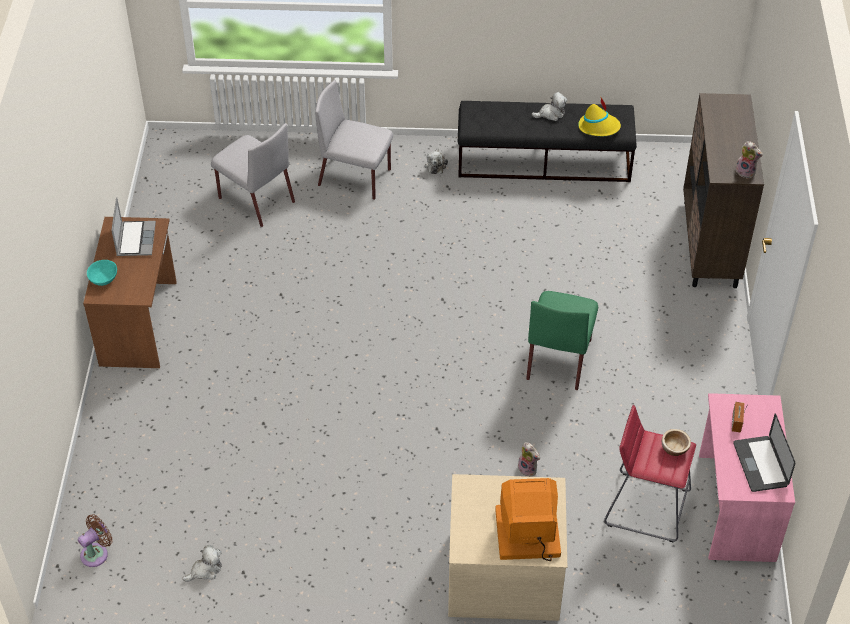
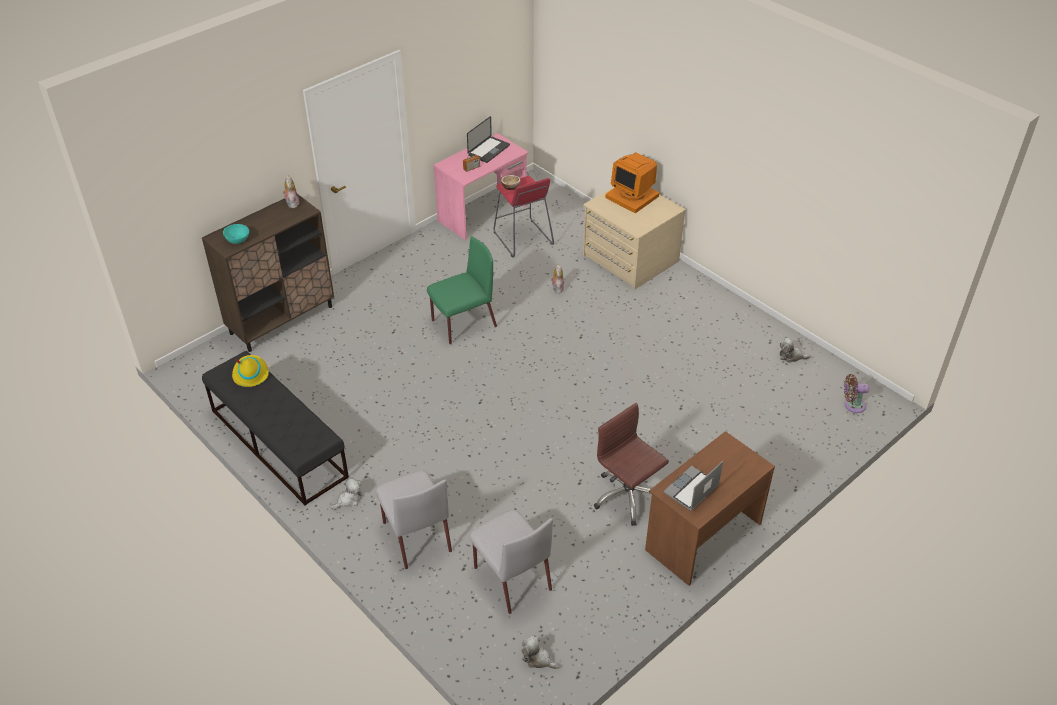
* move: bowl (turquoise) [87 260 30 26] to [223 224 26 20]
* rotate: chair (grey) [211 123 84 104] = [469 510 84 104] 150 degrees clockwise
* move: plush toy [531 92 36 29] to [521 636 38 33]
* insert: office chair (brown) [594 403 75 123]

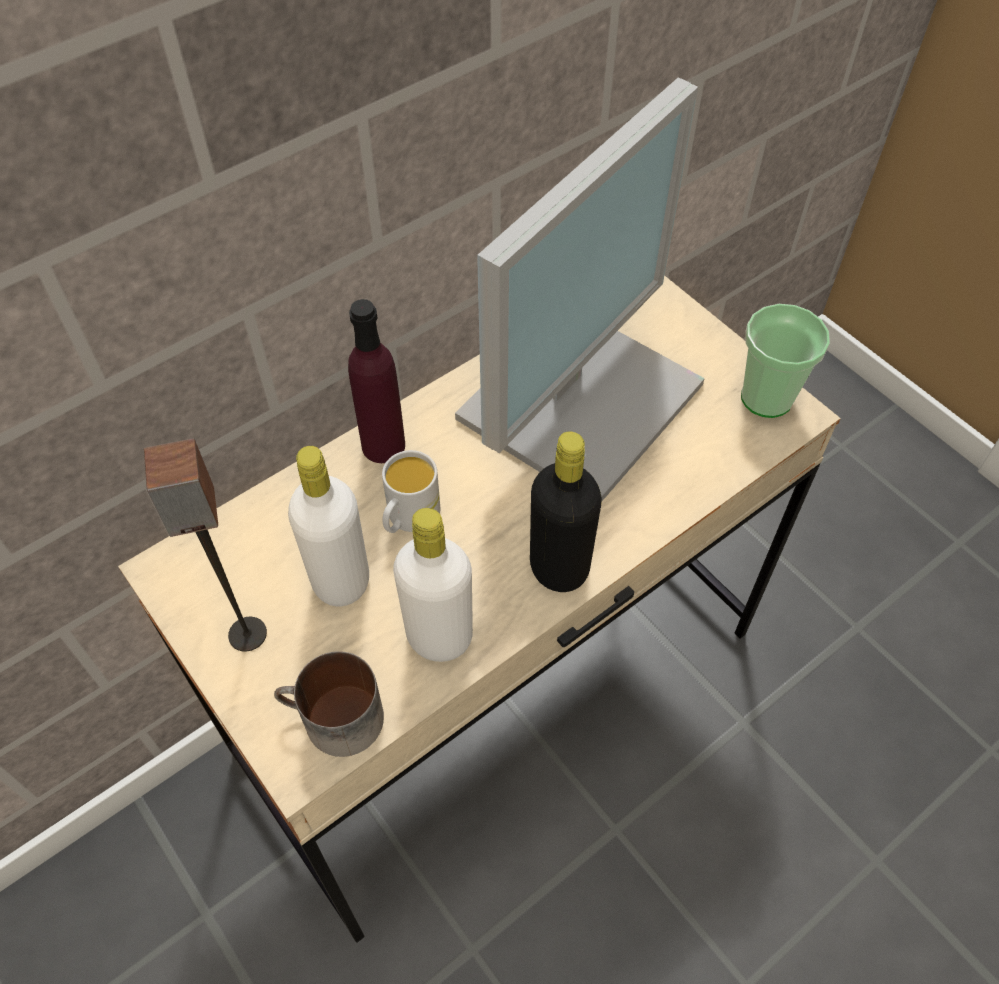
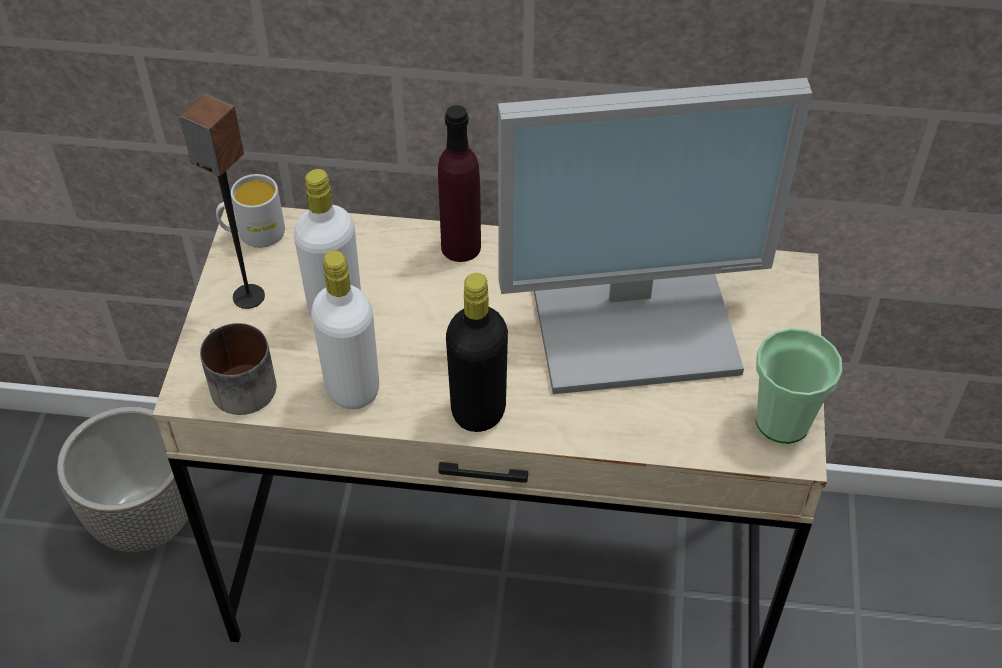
* insert: planter [57 406 137 146]
* move: mug (white) [382 450 58 83] to [216 174 69 74]

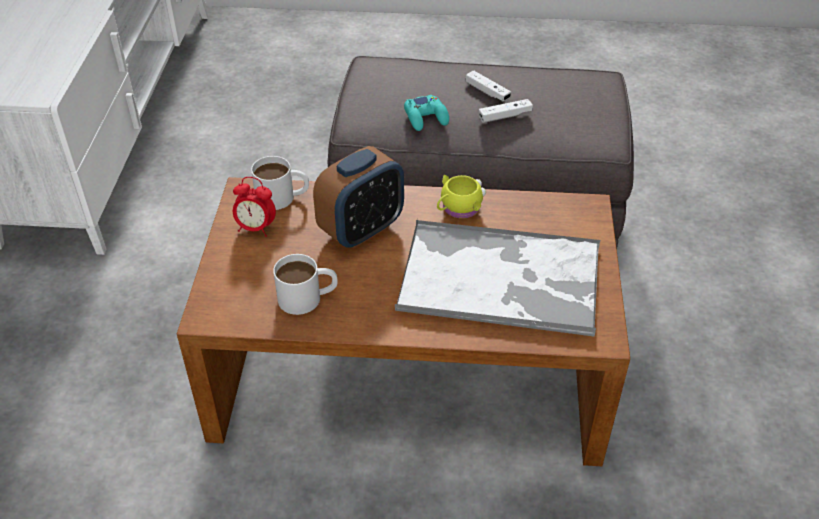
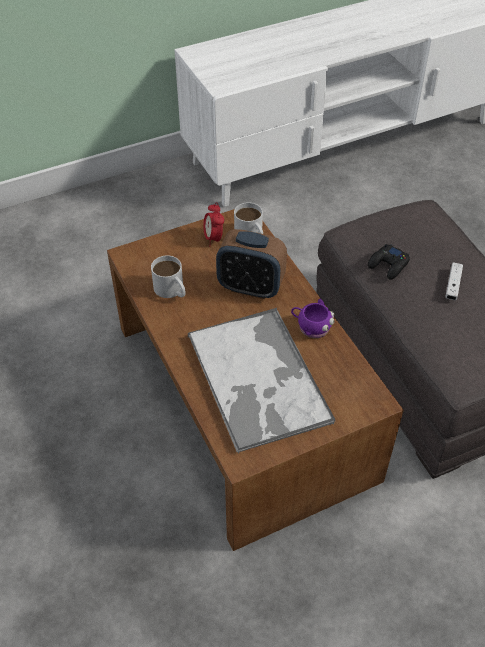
* recolor: mug (yellow) [437 175 49 44] to mug (purple) [291 299 43 39]
* recolor: game controller (turquoise) [404 95 45 36] to game controller (black) [368 244 42 36]
* delete: game controller (white) [479 99 54 24]

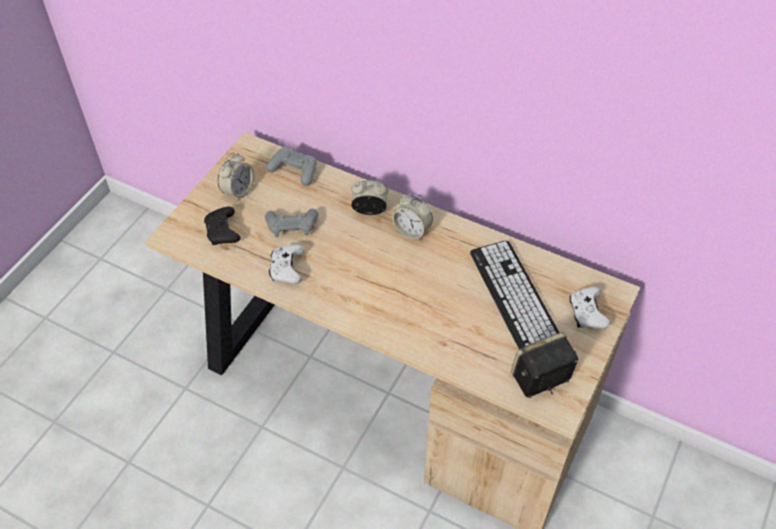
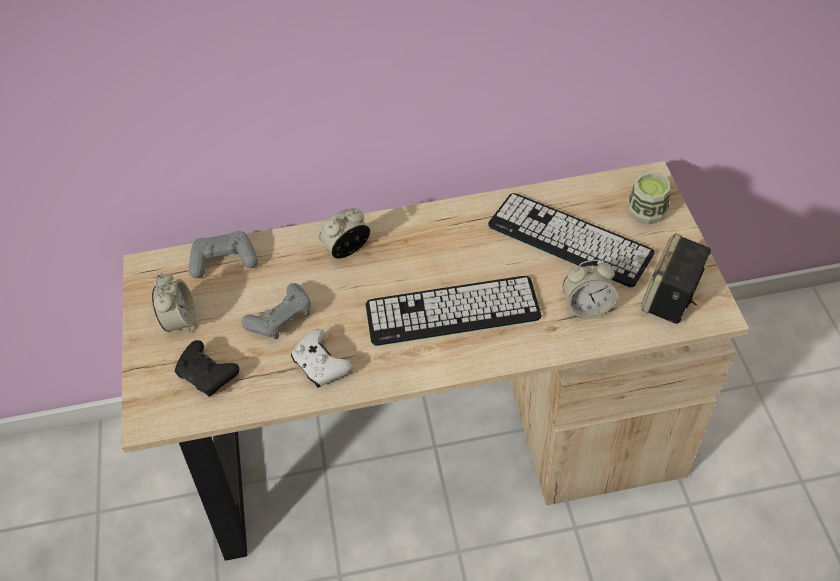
* insert: keyboard [366 276 176 70]
* move: alarm clock [392 194 41 47] to [563 260 54 58]
* replace: game controller (white) [570 287 40 42] to cup [628 172 42 53]

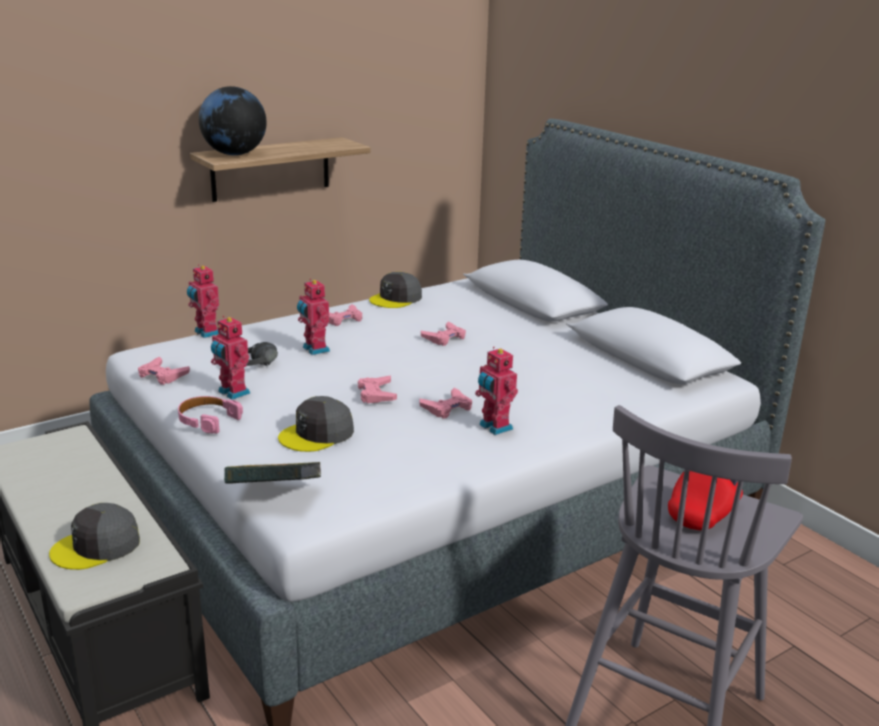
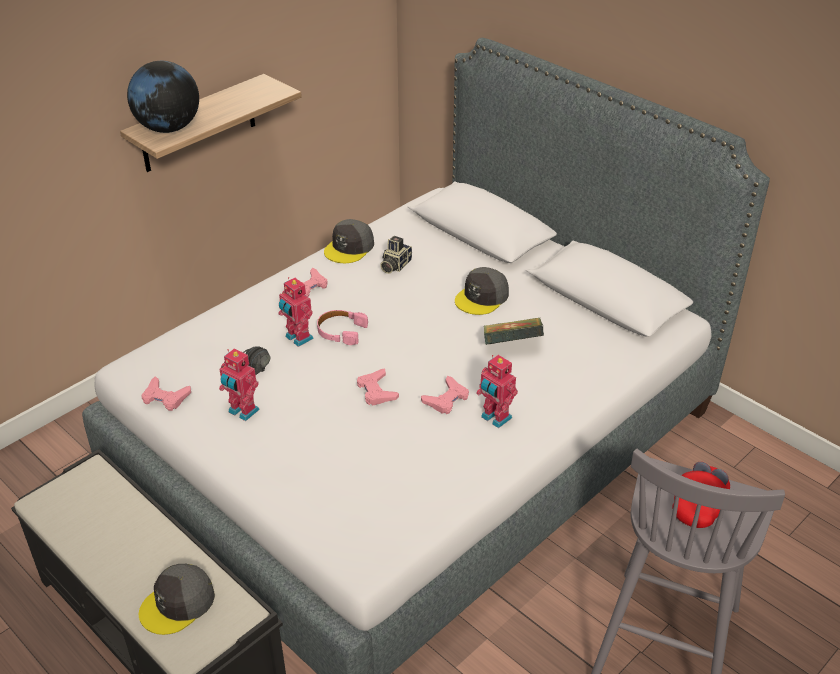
* move: headphones (pink) [178 396 65 38] to [317 310 51 35]
* insert: photo camera [380 236 32 38]
* move: cap (grey) [278 396 76 56] to [455 267 54 48]
* move: book [224 462 97 22] to [484 318 60 27]
* delete: toy robot [187 264 32 74]
* delete: game controller (pink) [421 322 45 24]

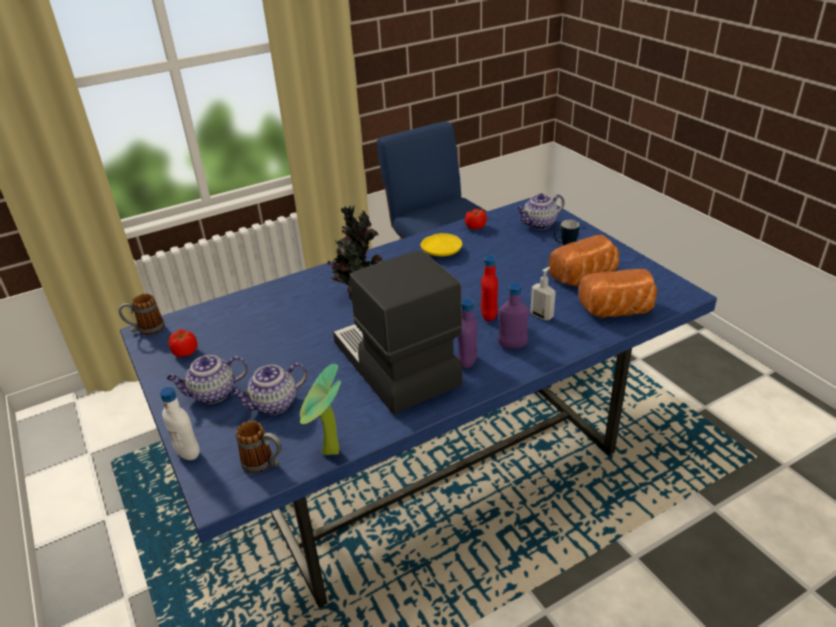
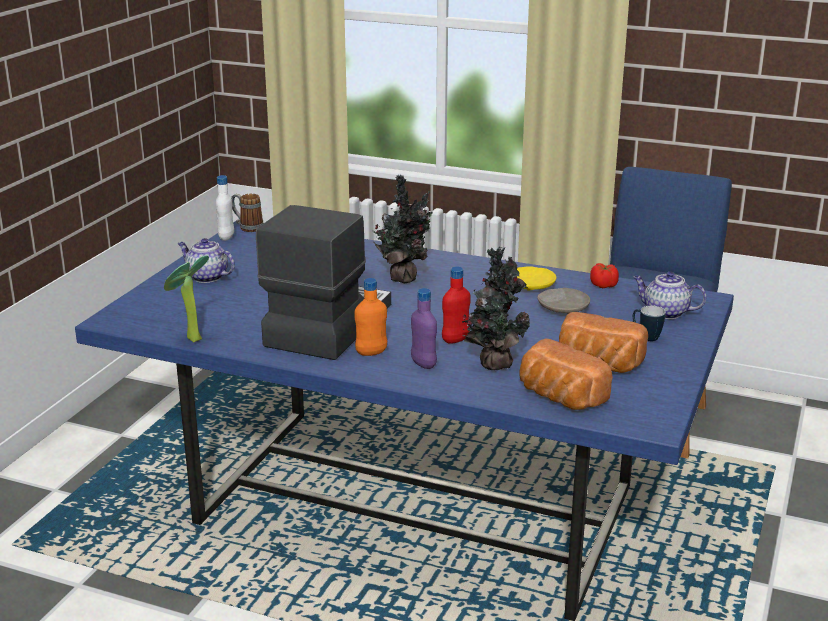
* move: bottle (white) [160 387 40 73] to [216 175 18 66]
* recolor: bottle (purple) [458 299 20 70] to bottle (orange) [354 278 33 78]
* replace: soap dispenser [530 267 26 53] to potted plant [462 247 68 124]
* insert: plate (beige) [537 288 53 26]
* delete: tomato [168 329 29 28]
* delete: teapot [231 363 76 52]
* delete: mug [236 421 45 52]

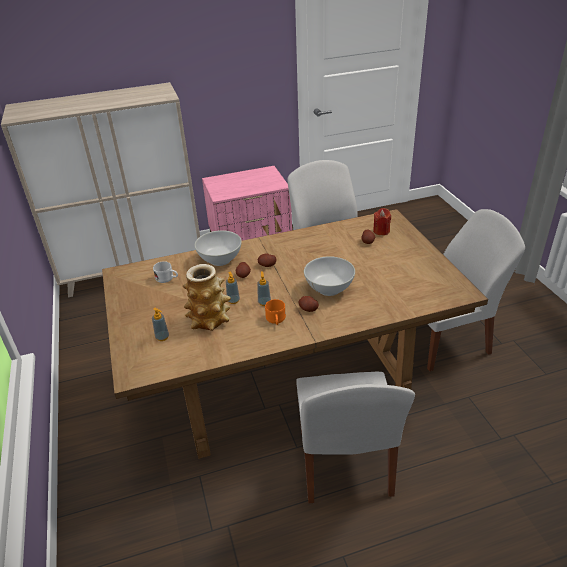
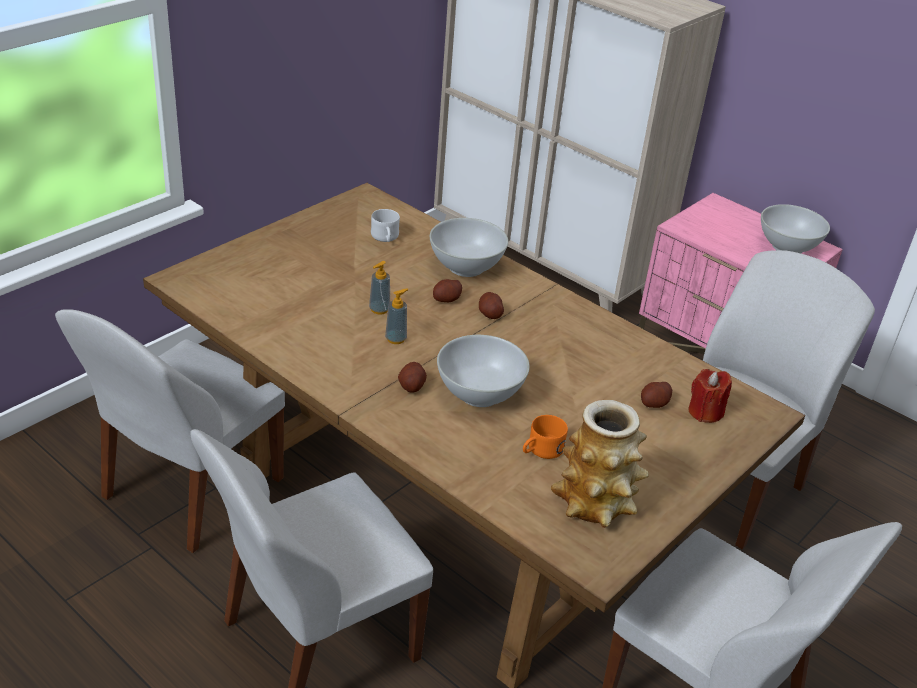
* insert: chair (white) [55 309 230 244]
* move: mug (orange) [265 299 21 26] to [523 415 45 44]
* move: vase [183 264 48 67] to [551 400 98 128]
* insert: bowl (white) [761 204 69 49]
* delete: soap dispenser [152 308 17 33]

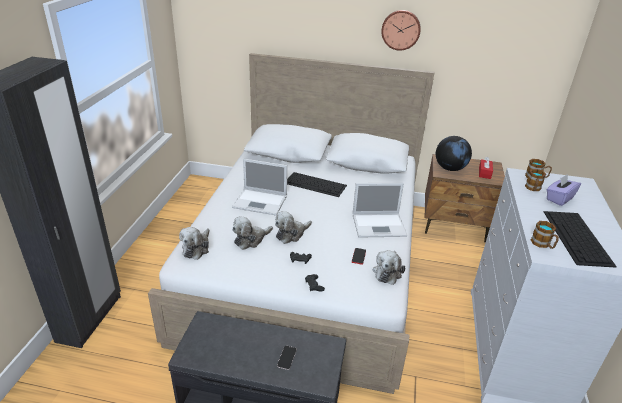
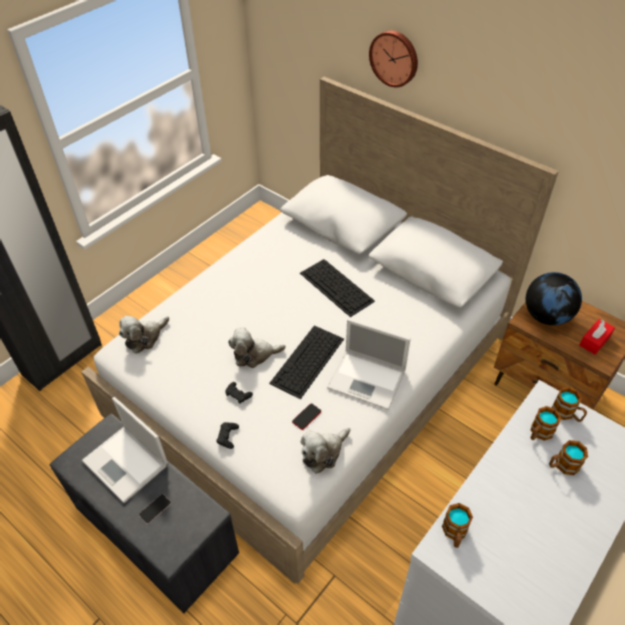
* move: laptop [232 159 55 56] to [82 397 86 106]
* move: keyboard [544 211 73 57] to [269 325 75 74]
* move: wall clock [381 10 40 41] to [369 30 49 57]
* replace: tissue box (purple) [547 174 34 32] to mug [549 440 39 35]
* delete: plush toy [232 216 41 34]

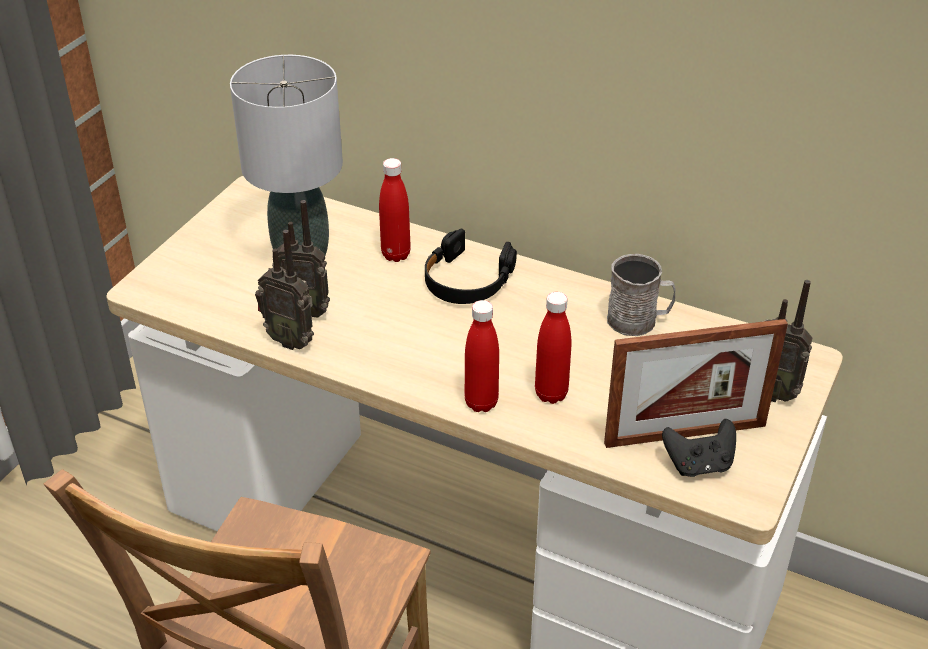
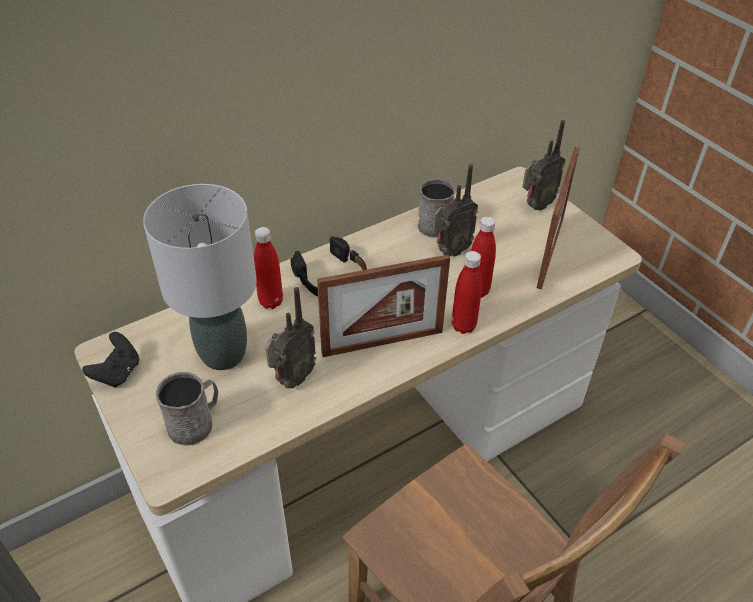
* move: game controller (black) [662 419 74 58] to [82 332 57 56]
* insert: mug (grey) [156 372 62 74]
* insert: picture frame [317 255 133 102]
* move: radio [255 230 59 120] to [433 164 45 93]

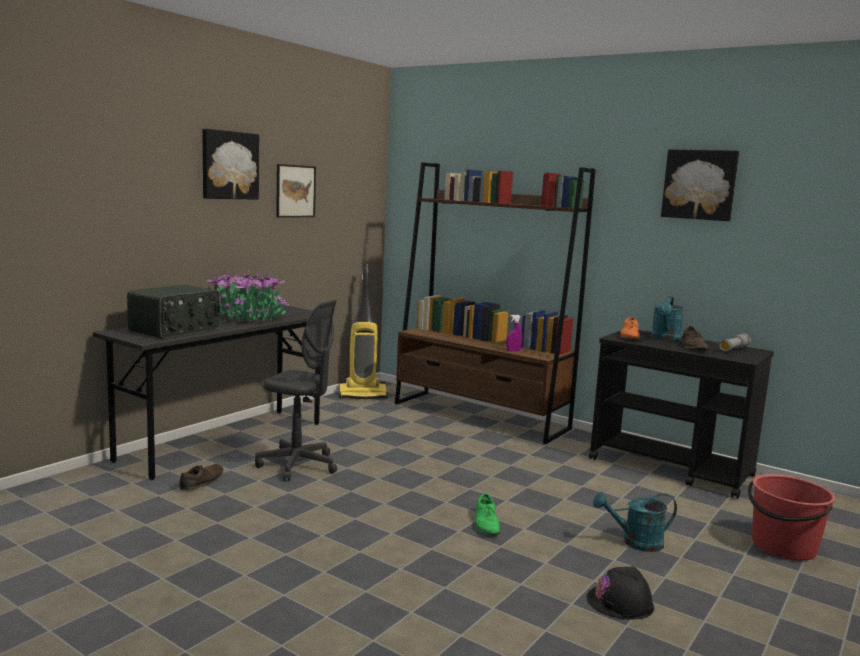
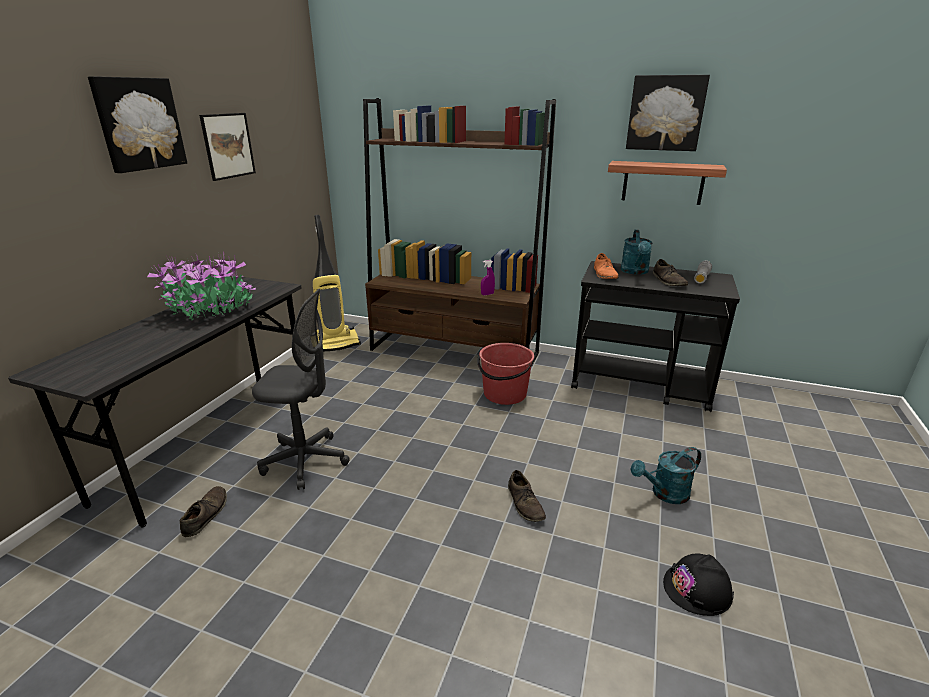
* move: bucket (red) [748 474 87 87] to [477 343 57 62]
* recolor: shoe (green) [475 494 25 40] to shoe (brown) [508 470 38 52]
* insert: shelf [608 161 119 44]
* delete: radio [127 285 93 54]

